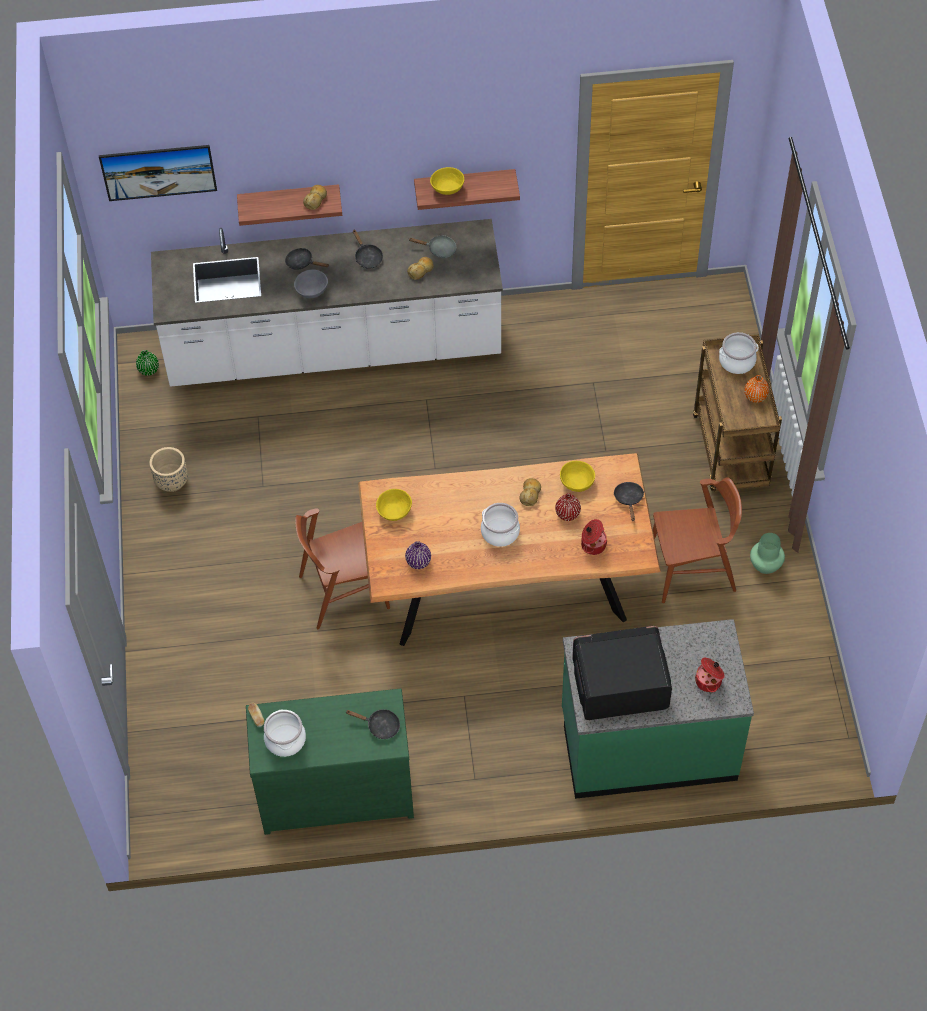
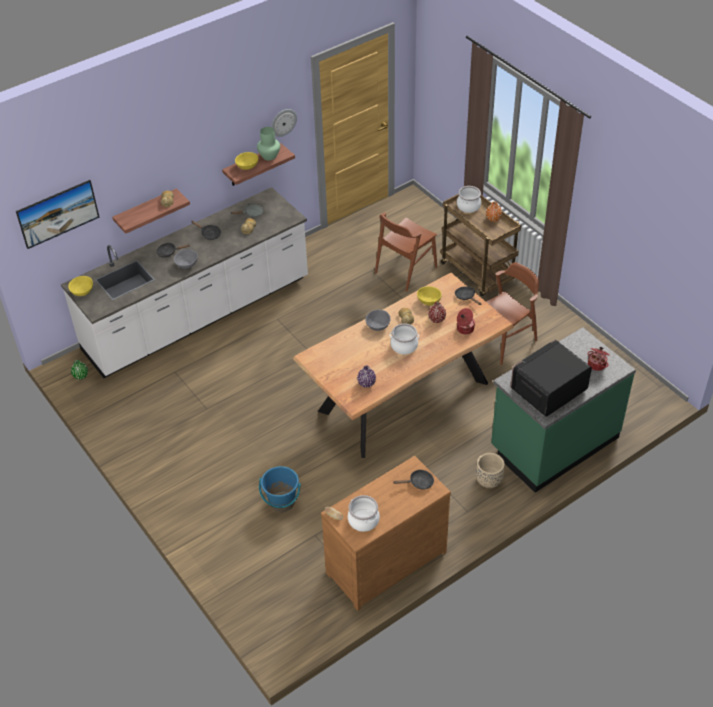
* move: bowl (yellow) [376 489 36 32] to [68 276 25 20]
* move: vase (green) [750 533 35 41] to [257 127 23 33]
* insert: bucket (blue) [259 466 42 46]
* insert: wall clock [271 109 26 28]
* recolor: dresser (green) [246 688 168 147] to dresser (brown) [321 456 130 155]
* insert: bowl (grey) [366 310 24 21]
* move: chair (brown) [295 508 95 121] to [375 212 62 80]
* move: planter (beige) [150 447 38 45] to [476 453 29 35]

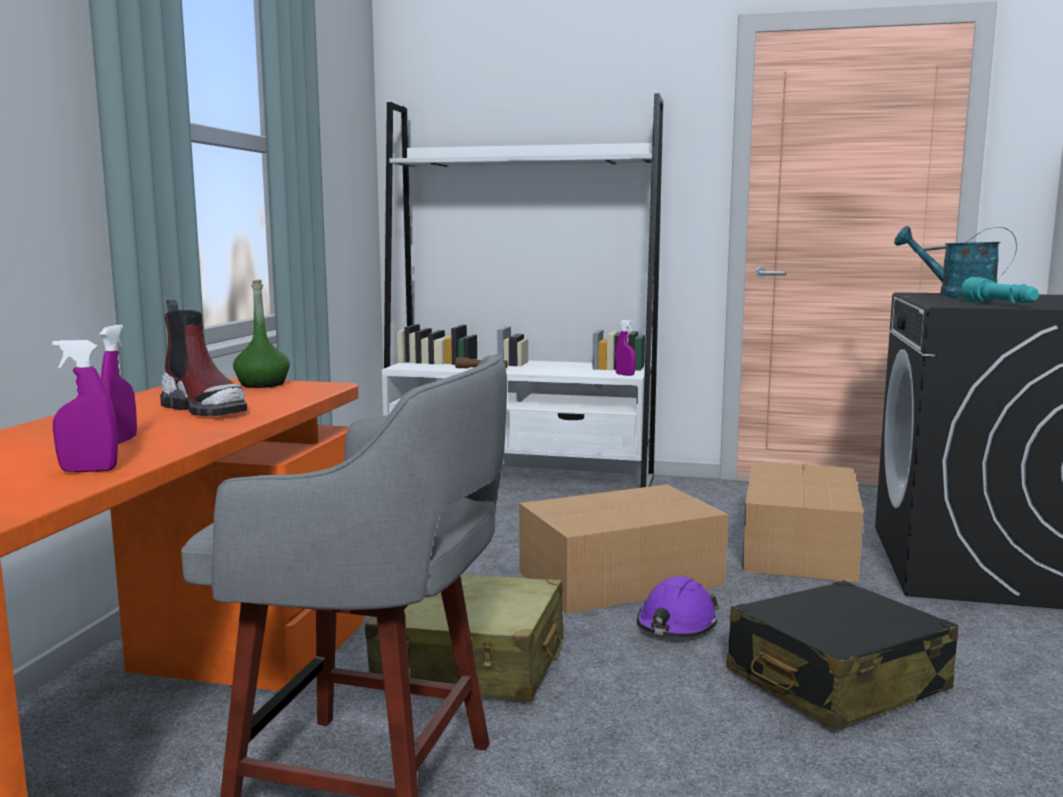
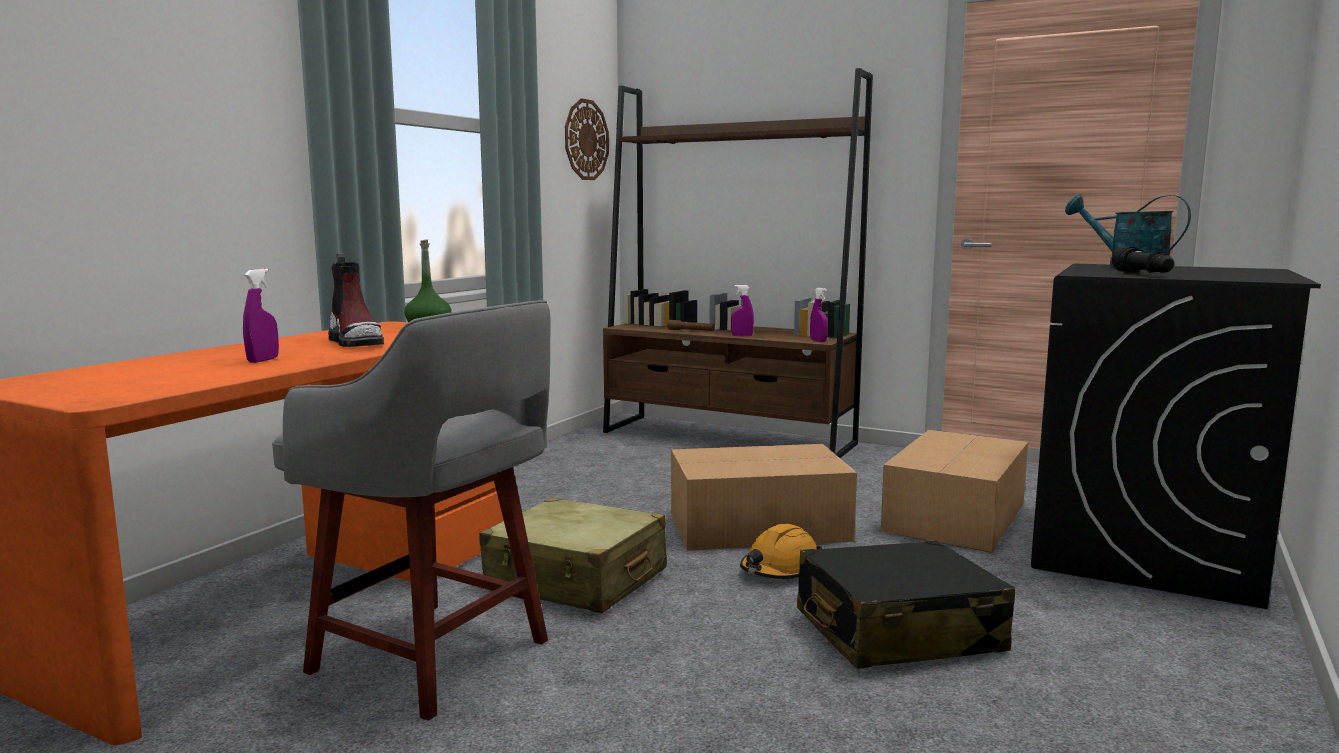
* insert: wall clock [565 98 44 82]
* recolor: bookcase (white) [382 93 282 395] to bookcase (brown) [603 68 270 390]
* move: spray bottle (purple) [52 340 66 132] to [731 285 23 51]
* recolor: hard hat (purple) [637 576 82 61] to hard hat (orange) [740 524 82 55]
* recolor: flashlight (turquoise) [961 277 78 26] to flashlight (black) [1112 246 63 27]

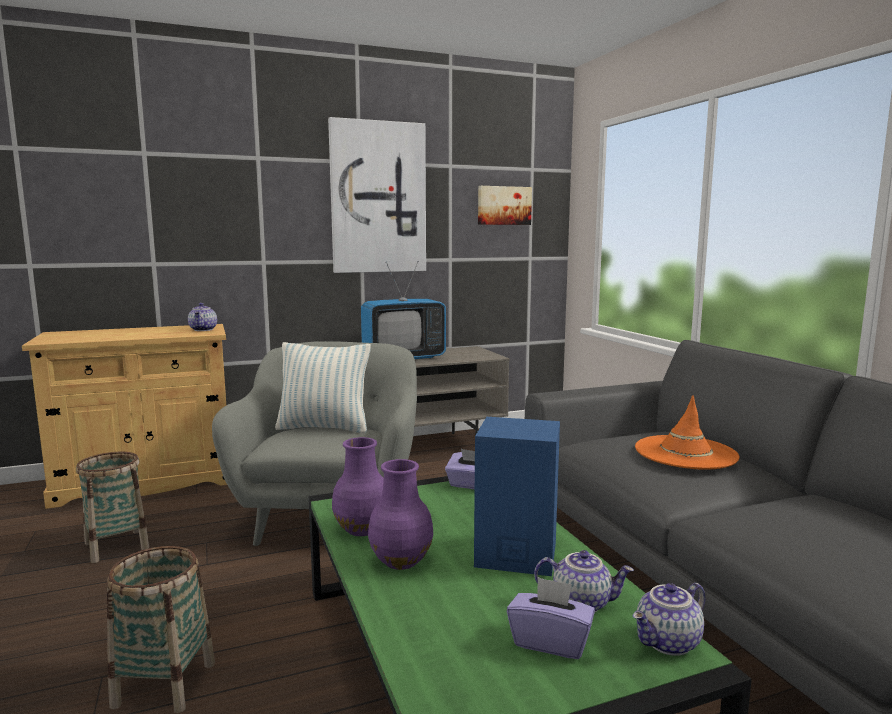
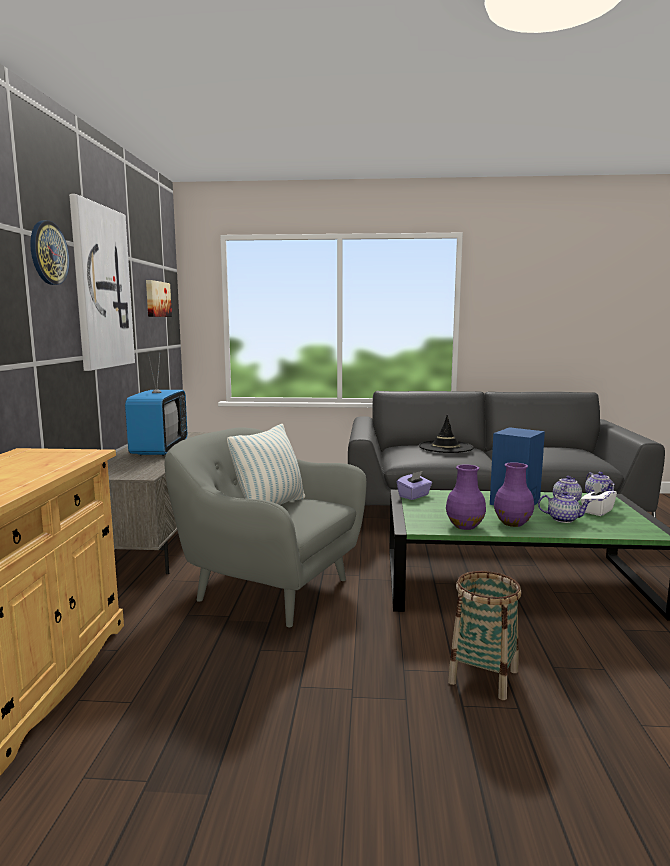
* insert: wall clock [30 220 39 65]
* recolor: hat (orange) [635 395 105 75] to hat (black) [419 415 55 38]
* move: teapot [188 303 29 28] to [538 491 54 32]
* recolor: tissue box (purple) [507 577 88 82] to tissue box (white) [581 482 36 34]
* delete: basket [76 452 73 111]

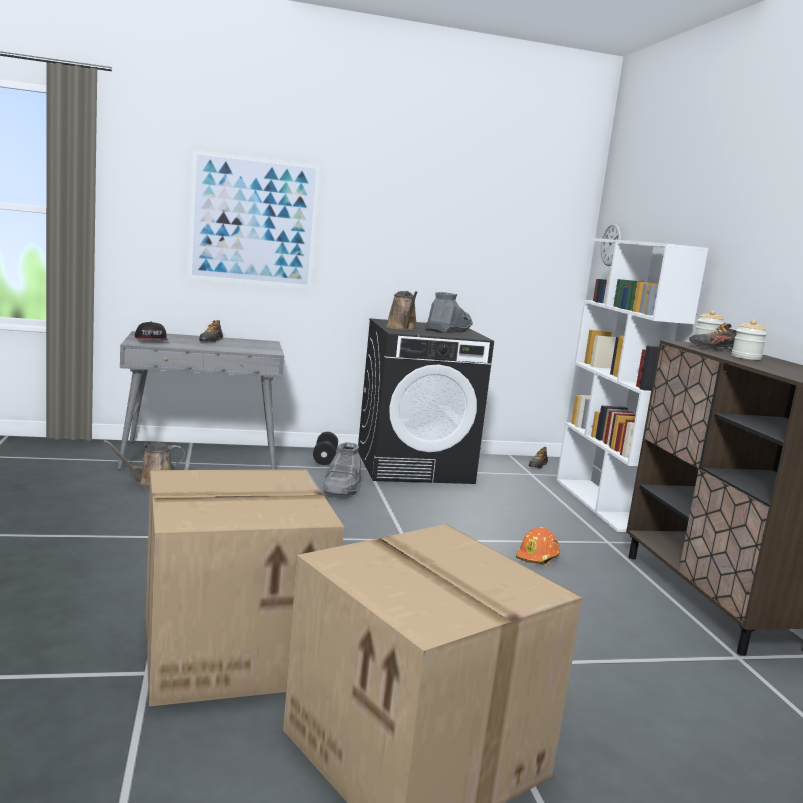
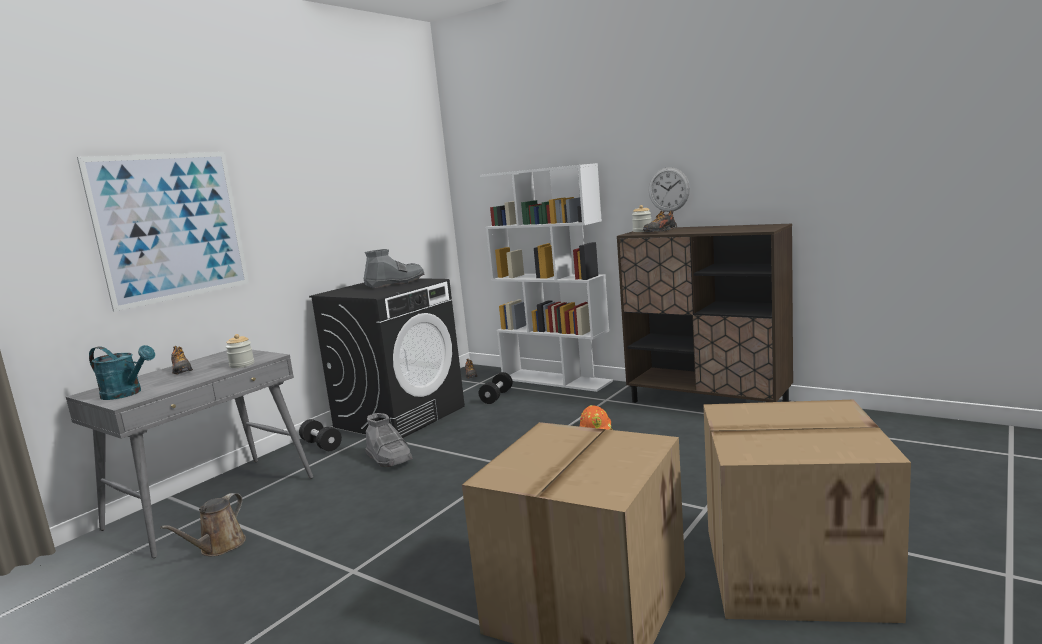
* replace: cap [135 322 33 18] to watering can (turquoise) [89 345 66 55]
* move: jar [732 319 35 41] to [226 334 28 34]
* rotate: boot (grey) [424 292 49 41] = [364 249 61 39] 75 degrees clockwise
* insert: dumbbell (black) [479 372 34 32]
* move: wall clock [601 222 22 44] to [649 167 41 45]
* delete: watering can (brown) [386 291 32 39]

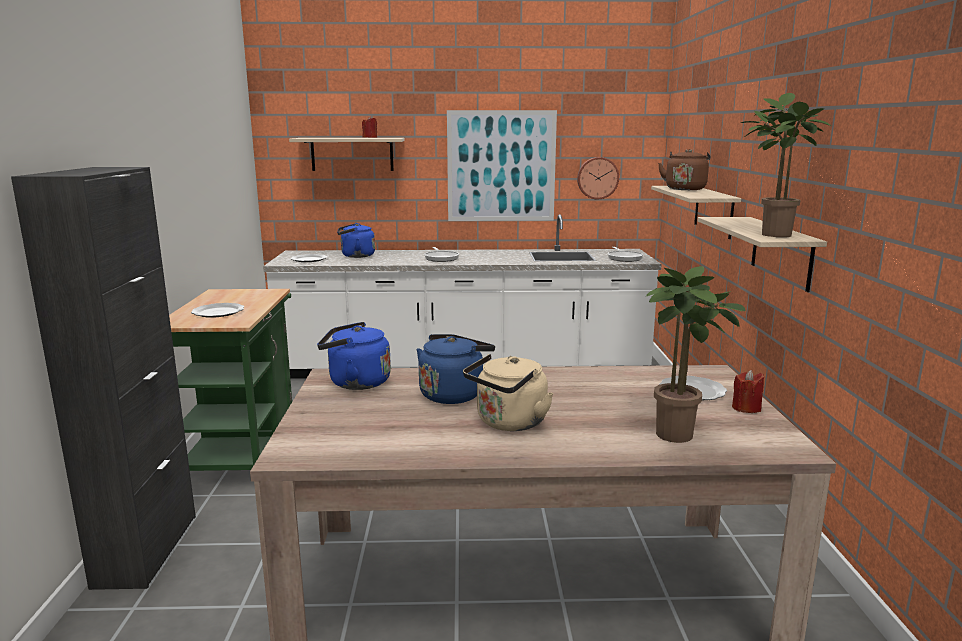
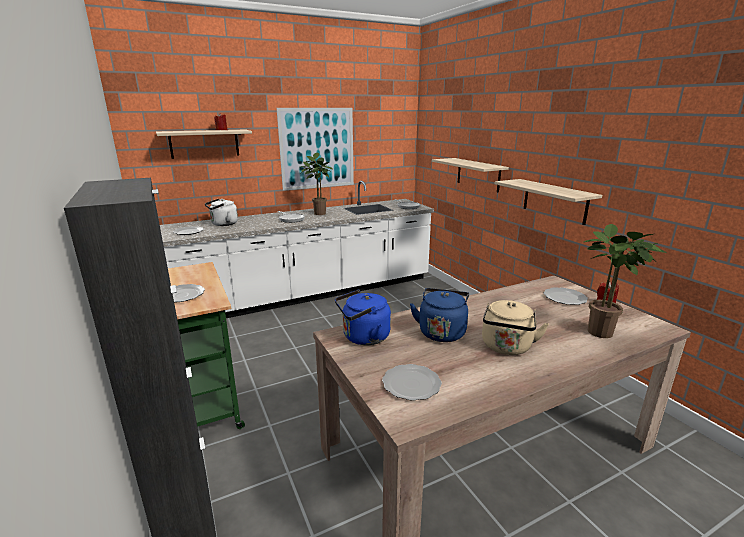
* recolor: kettle (blue) [337 223 38 35] to kettle (white) [205 199 33 27]
* move: potted plant [741 93 90 144] to [301 152 31 63]
* insert: plate [382 364 60 37]
* delete: wall clock [577 157 42 42]
* delete: kettle (brown) [658 149 52 41]

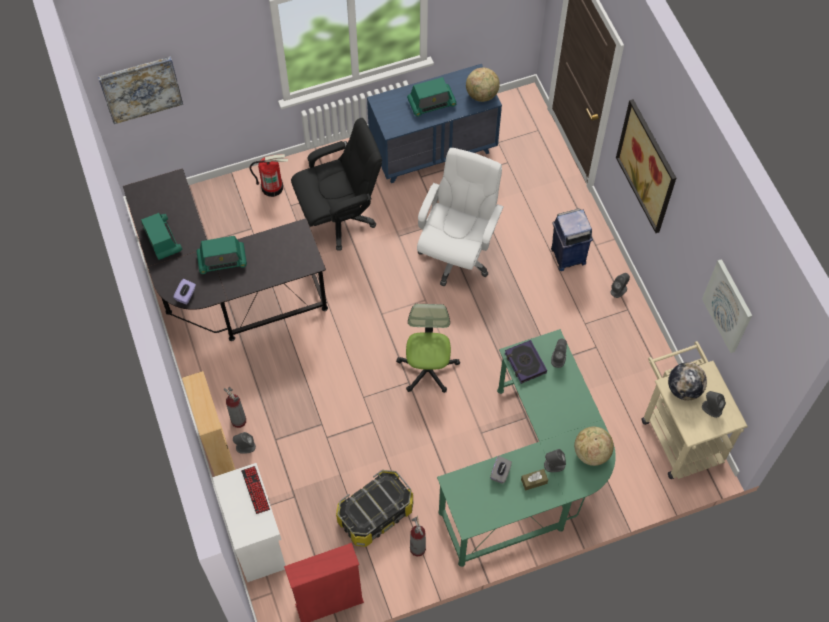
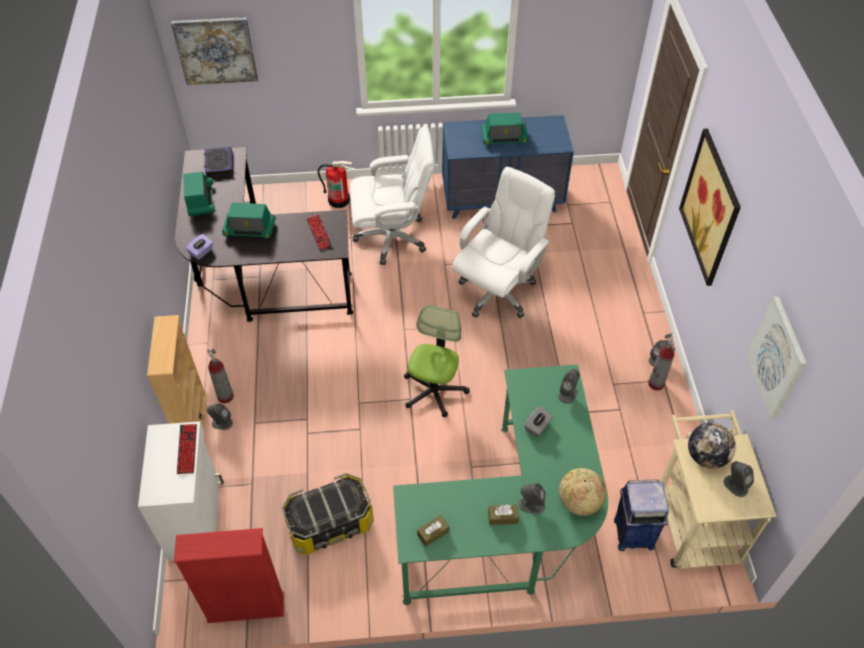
* move: book [505 340 42 44] to [204 147 29 30]
* insert: keyboard [307 215 25 35]
* recolor: office chair (black) [291 118 91 133] to office chair (white) [350 126 84 139]
* insert: tissue box (brown) [417 515 32 32]
* move: tissue box (grey) [490 456 22 28] to [525 406 28 31]
* move: trash can (blue) [551 208 42 63] to [614 479 55 72]
* move: fire extinguisher [410 516 16 41] to [648 332 27 58]
* delete: globe [466 68 34 34]

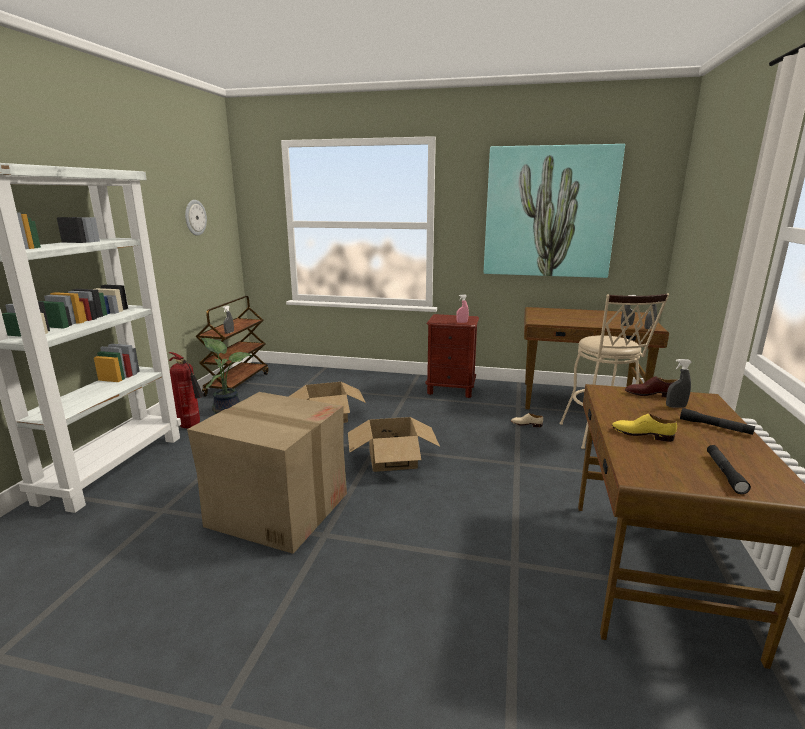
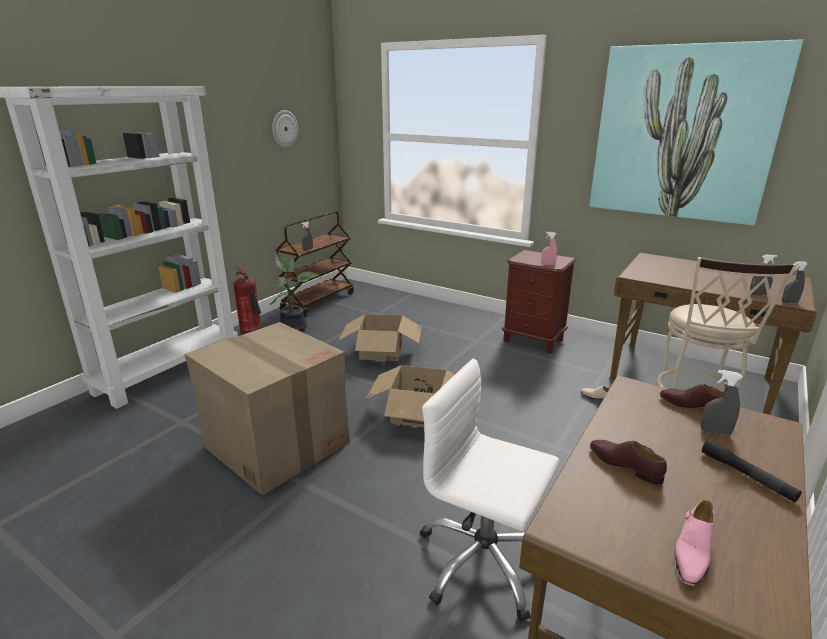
* insert: office chair (white) [420 359 140 263]
* recolor: shoe (yellow) [612 414 65 28] to shoe (brown) [590 440 77 45]
* replace: flashlight (black) [707 445 44 49] to shoe (pink) [674 500 41 86]

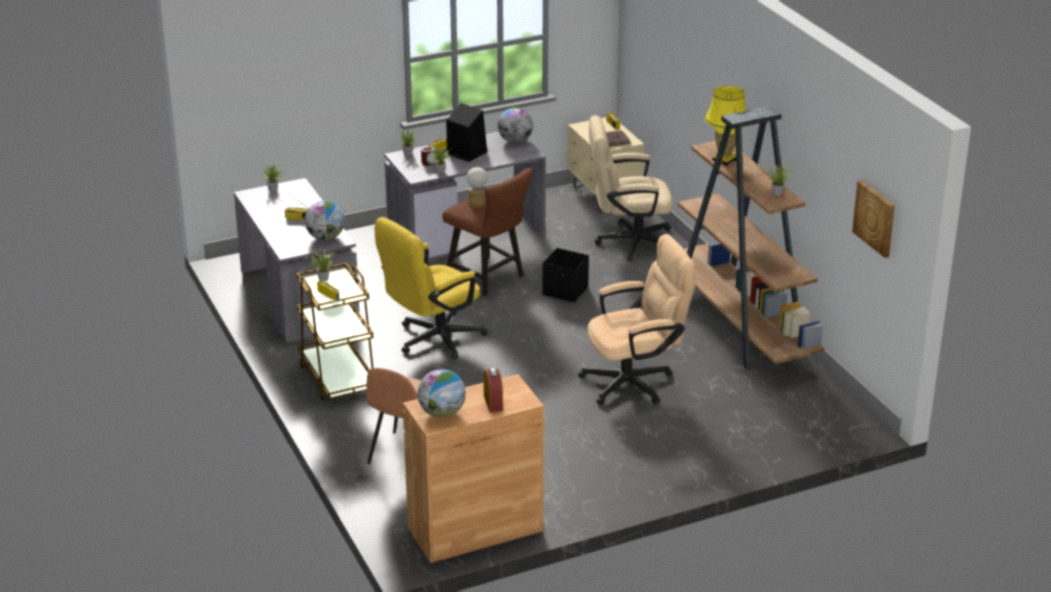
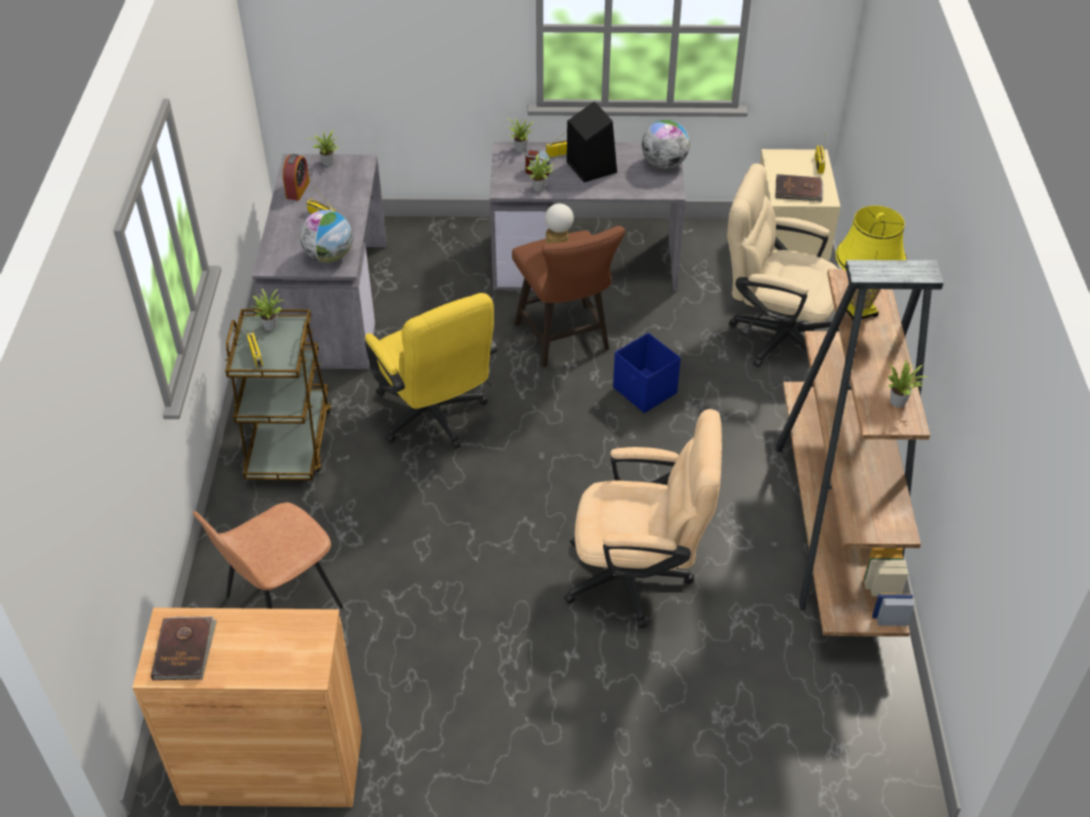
* replace: globe [417 369 49 49] to book (brown) [151 616 66 64]
* move: alarm clock [484 368 19 45] to [283 154 27 47]
* rotate: office chair (yellow) [374 217 113 142] = [365 293 133 156] 105 degrees counterclockwise
* recolor: storage box (black) [542 248 47 54] to storage box (blue) [613 333 68 80]
* delete: picture [852 180 43 78]

